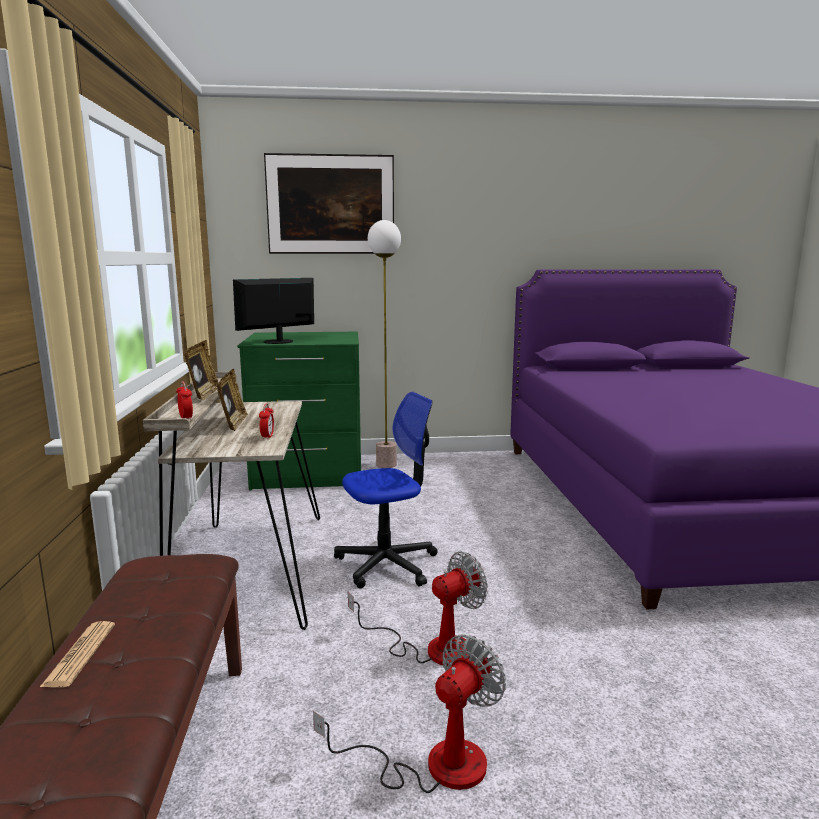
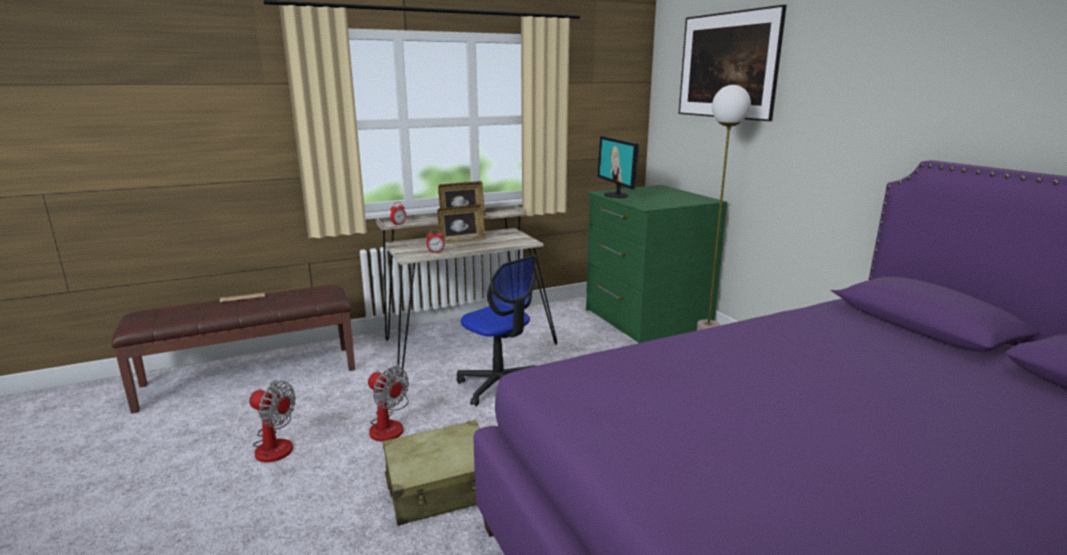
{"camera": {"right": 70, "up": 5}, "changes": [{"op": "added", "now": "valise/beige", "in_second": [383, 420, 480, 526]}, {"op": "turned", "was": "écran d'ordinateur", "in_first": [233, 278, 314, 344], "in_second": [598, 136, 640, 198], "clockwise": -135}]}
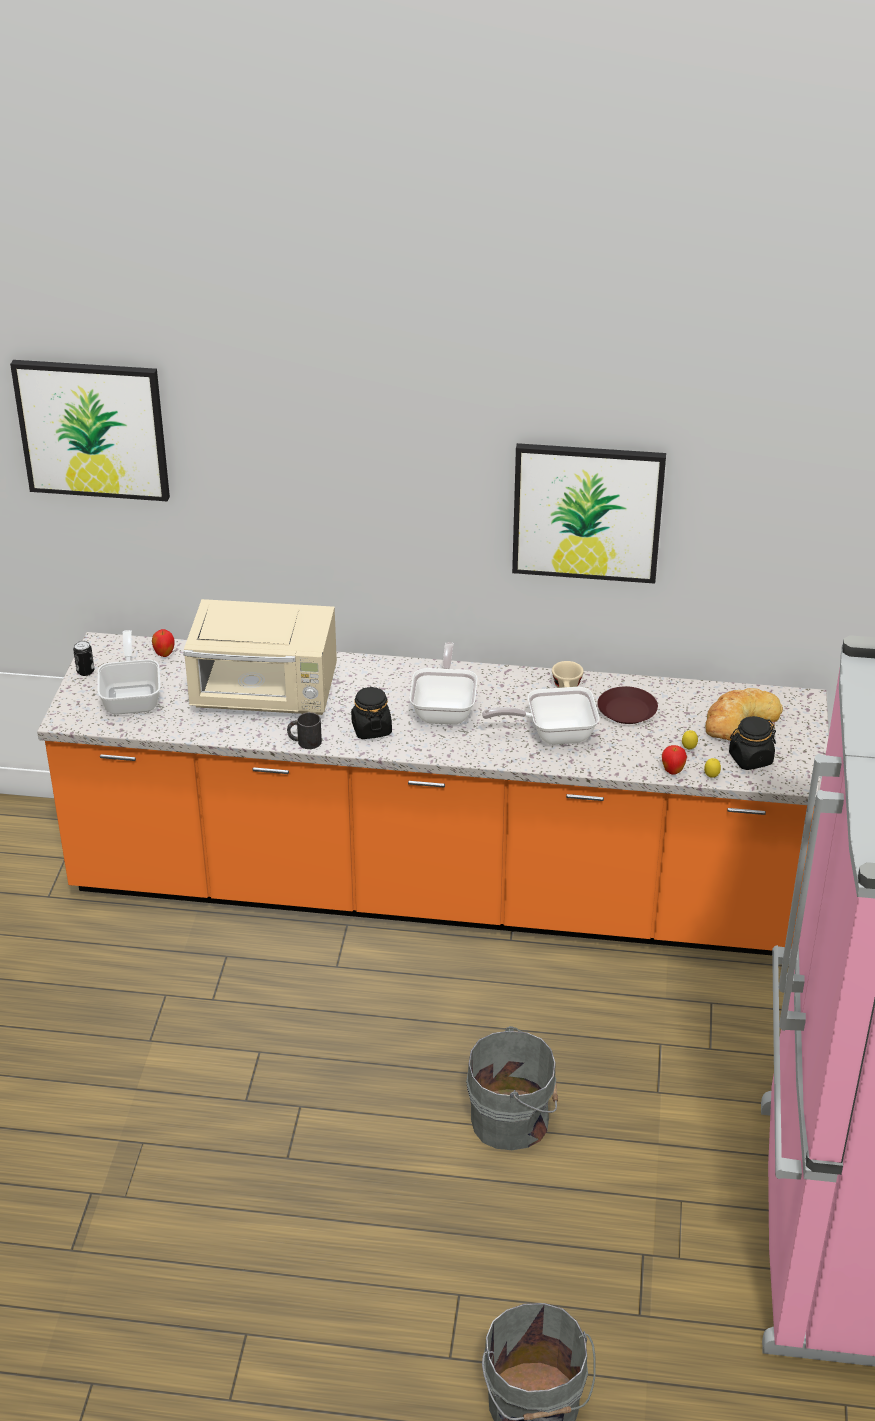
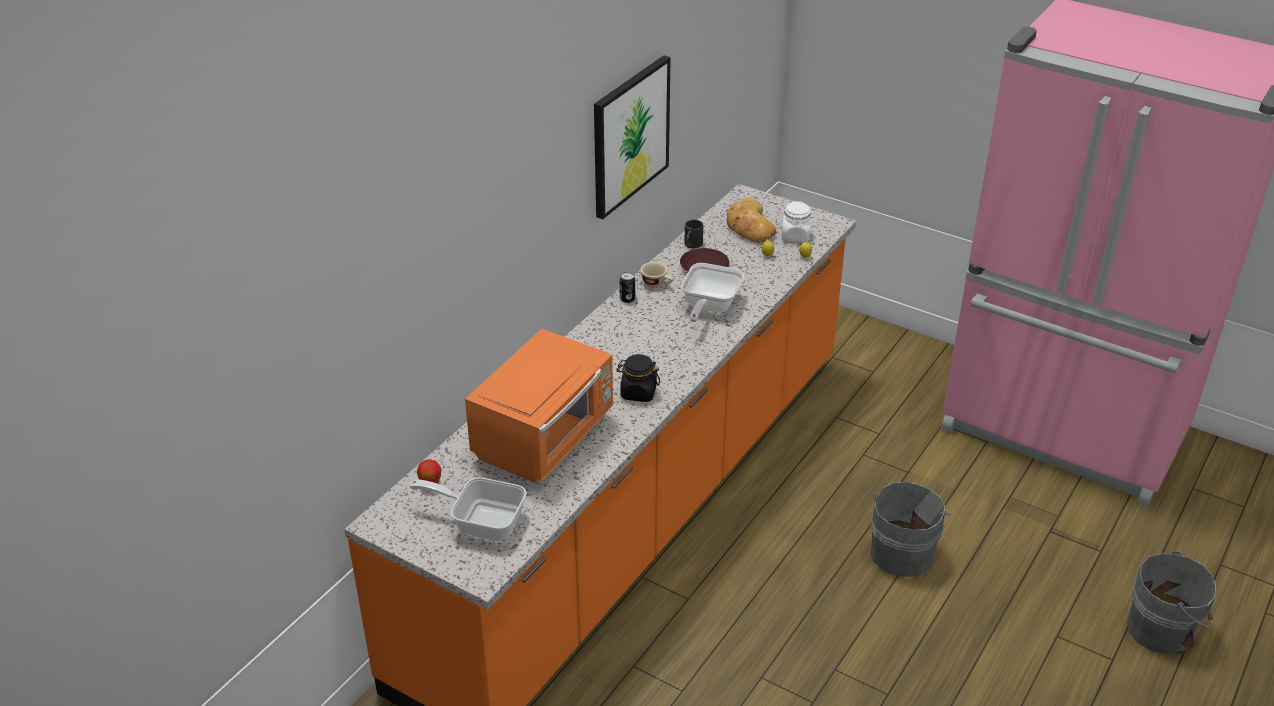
{"camera": {"right": -65, "up": 0}, "changes": [{"op": "recoloured", "was": "micro-ondes/beige", "now": "micro-ondes/orange", "in_first": [183, 599, 337, 715], "in_second": [465, 329, 613, 483]}, {"op": "moved", "was": "boîte métallique", "in_first": [73, 641, 94, 676], "in_second": [620, 272, 635, 303]}, {"op": "moved", "was": "mug/noir", "in_first": [287, 712, 322, 749], "in_second": [684, 220, 703, 248]}, {"op": "recoloured", "was": "bocal/noir", "now": "bocal/blanc", "in_first": [729, 716, 776, 770], "in_second": [782, 201, 811, 242]}, {"op": "removed", "was": "tableau", "in_first": [10, 360, 170, 501]}, {"op": "removed", "was": "poêle", "in_first": [410, 642, 478, 725]}, {"op": "removed", "was": "pomme", "in_first": [662, 745, 687, 775]}]}
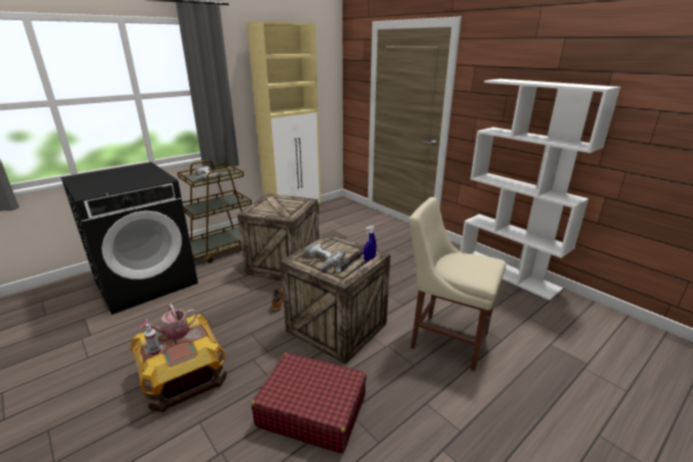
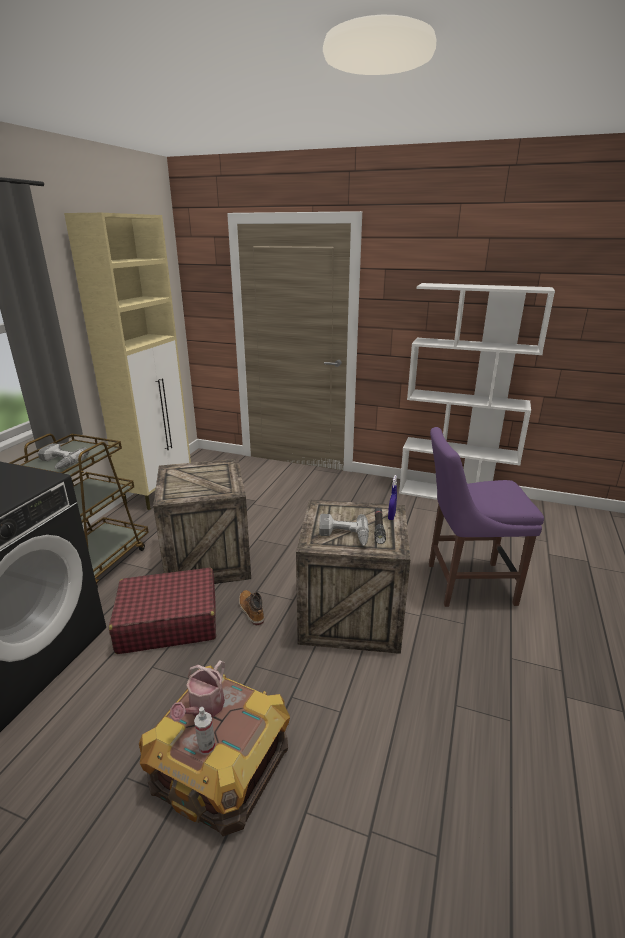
{"camera": {"right": -30, "up": 0}, "changes": [{"op": "moved", "was": "valise/rouge", "in_first": [251, 353, 367, 453], "in_second": [109, 568, 216, 654]}, {"op": "recoloured", "was": "chaise/beige", "now": "chaise/violet", "in_first": [409, 197, 506, 371], "in_second": [429, 427, 544, 607]}]}
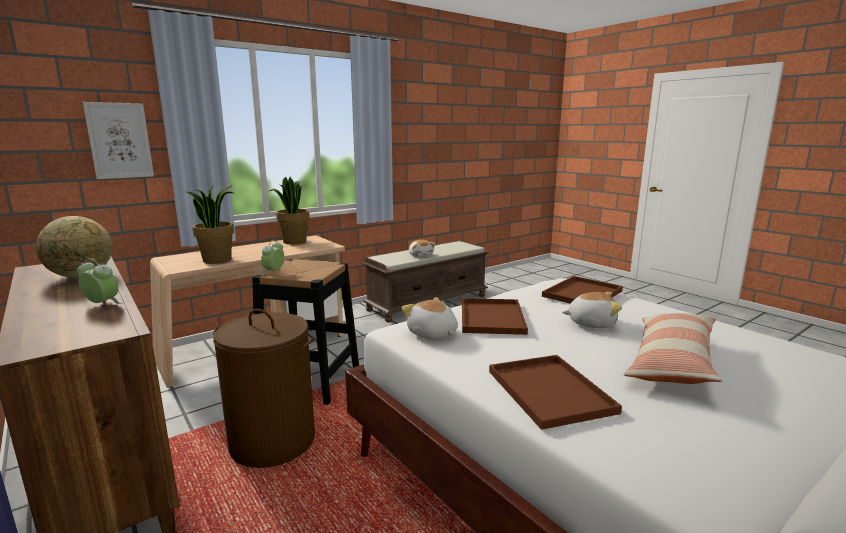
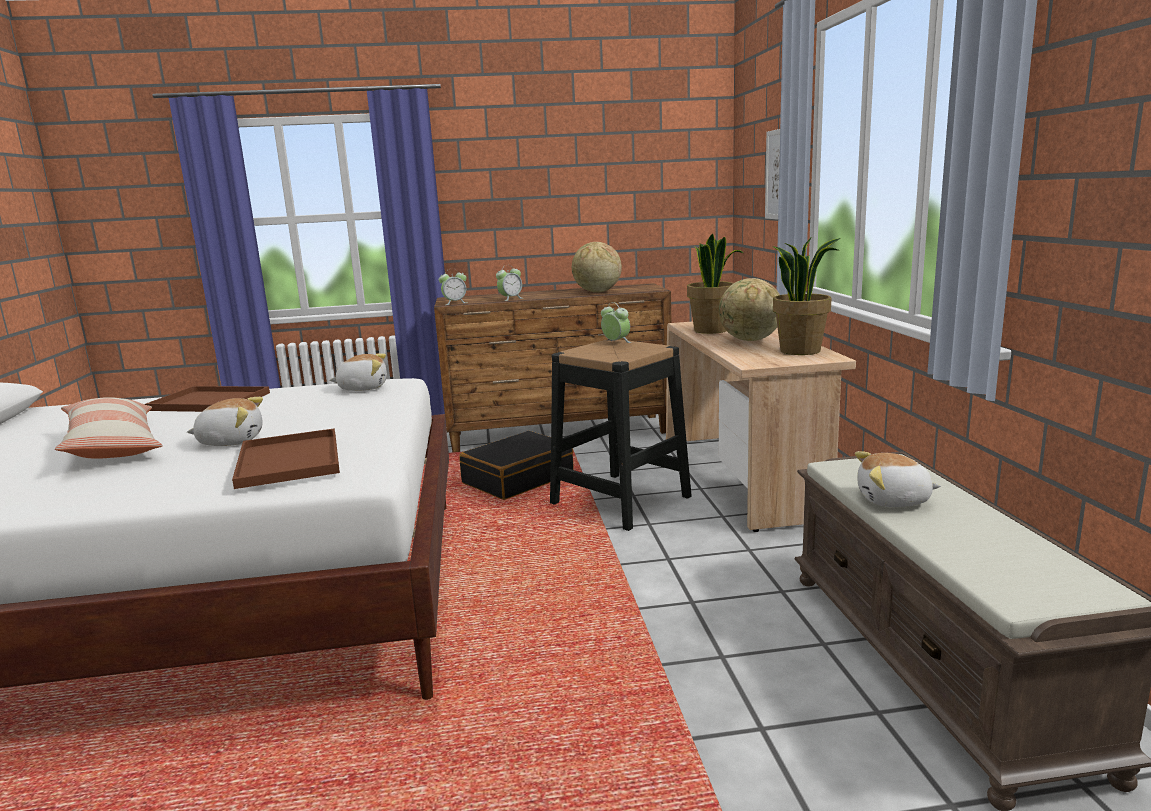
{"camera": {"right": 120, "up": 0}, "changes": [{"op": "turned", "was": "peluche", "in_first": [562, 292, 622, 328], "in_second": [187, 397, 263, 446], "clockwise": -135}, {"op": "added", "now": "réveil", "in_second": [439, 271, 466, 305]}, {"op": "replaced", "was": "panier à linge/marron", "now": "valise/noir", "in_first": [213, 309, 315, 468], "in_second": [460, 431, 574, 500]}, {"op": "added", "now": "globe", "in_second": [719, 278, 780, 341]}, {"op": "removed", "was": "plateau/marron", "in_first": [462, 298, 528, 335]}]}
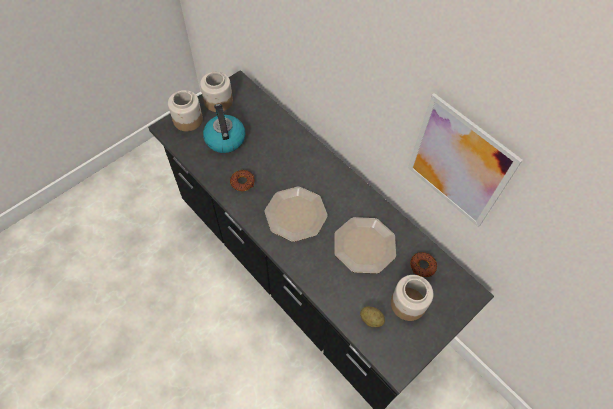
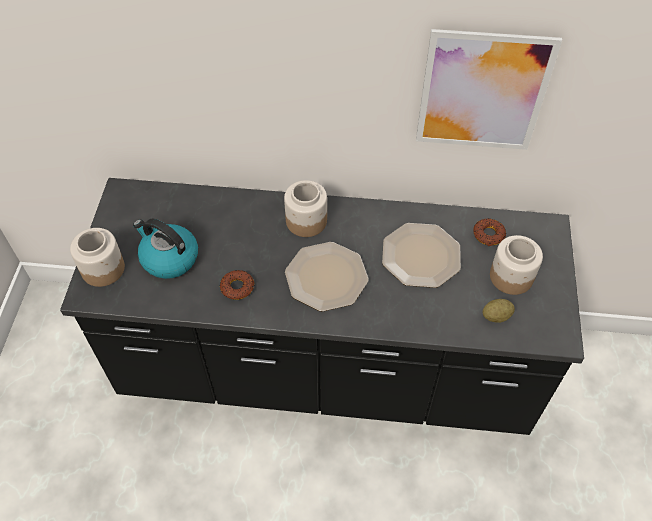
{"camera": {"right": -40, "up": -5}, "changes": [{"op": "moved", "was": "bocal", "in_first": [200, 72, 233, 112], "in_second": [284, 180, 327, 237]}]}
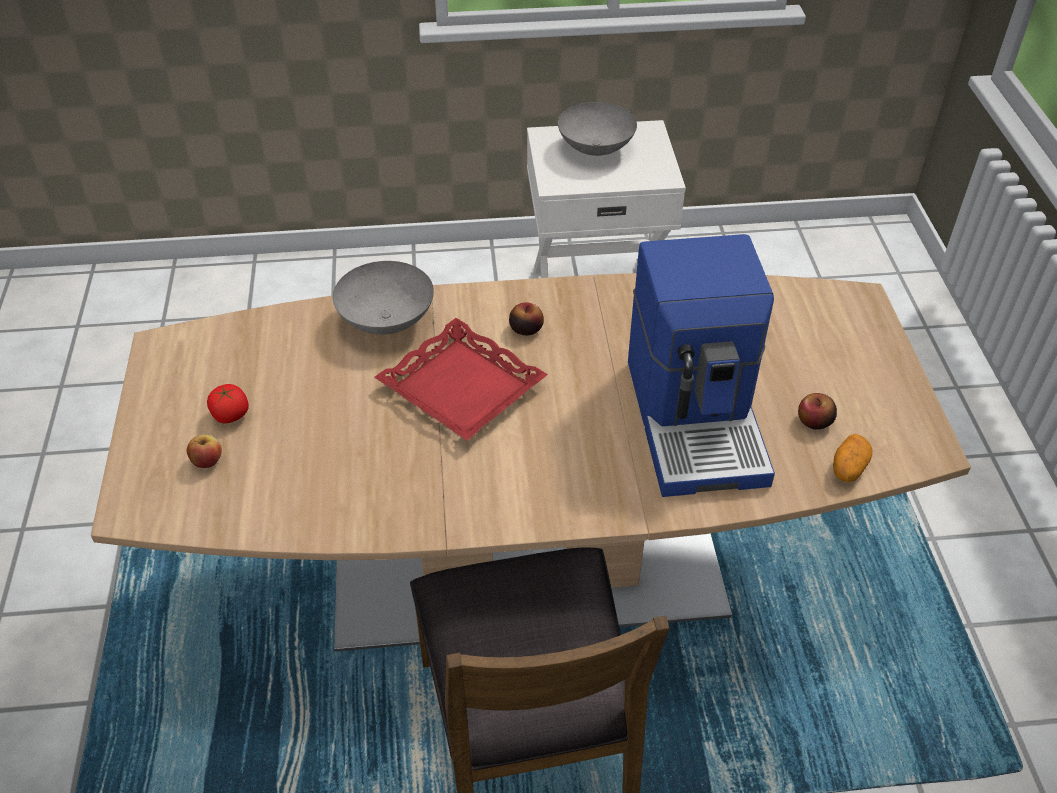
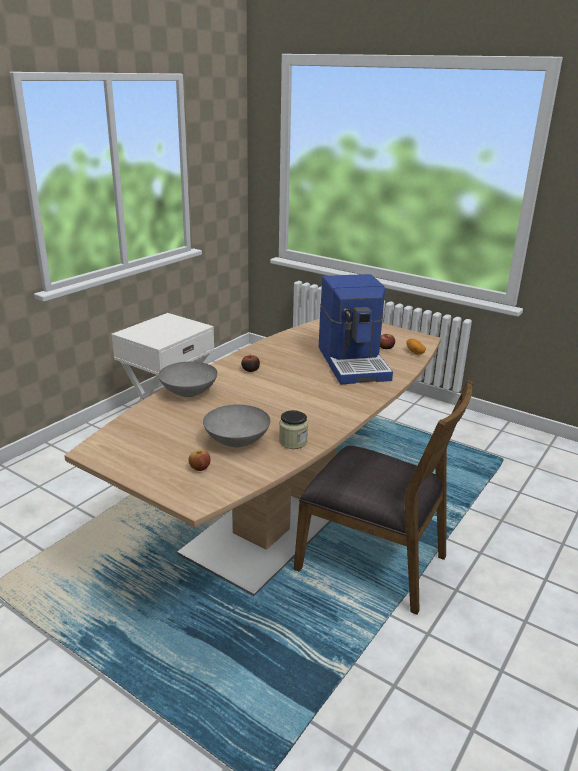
{"camera": {"right": -50, "up": -20}, "changes": [{"op": "moved", "was": "bol/gris", "in_first": [558, 102, 637, 156], "in_second": [203, 404, 270, 447]}, {"op": "added", "now": "bocal", "in_second": [279, 410, 308, 449]}, {"op": "turned", "was": "machine à café", "in_first": [628, 234, 775, 497], "in_second": [319, 274, 393, 384], "clockwise": 45}, {"op": "removed", "was": "tomate", "in_first": [207, 384, 249, 424]}, {"op": "removed", "was": "plateau/rouge", "in_first": [374, 318, 548, 441]}]}
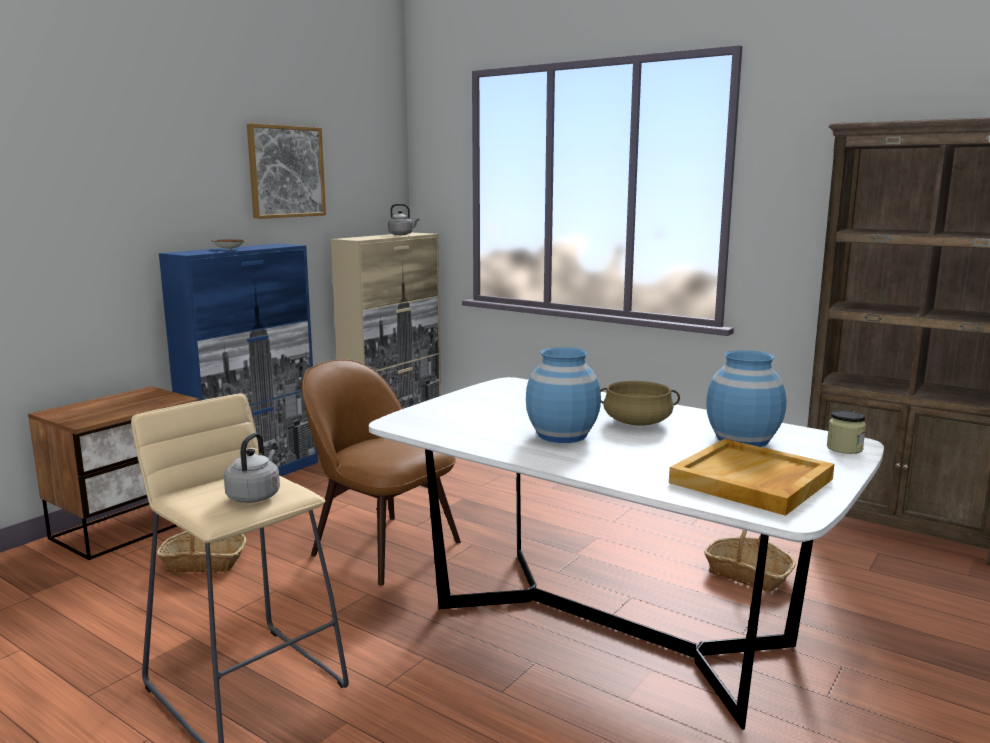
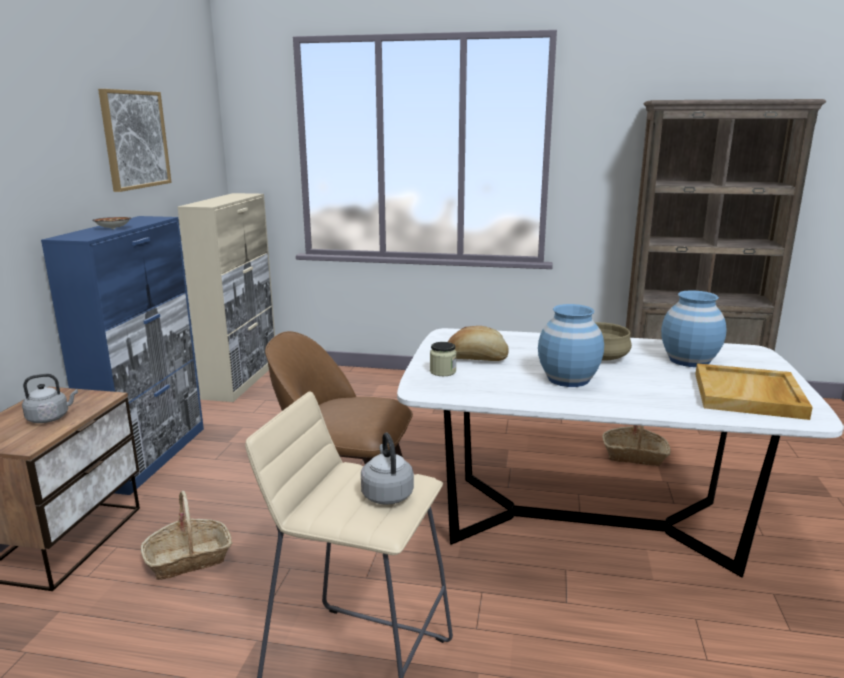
{"camera": {"right": -25, "up": 5}, "changes": [{"op": "moved", "was": "bouilloire/gris", "in_first": [388, 204, 420, 235], "in_second": [22, 374, 78, 423]}, {"op": "moved", "was": "bocal", "in_first": [827, 410, 866, 454], "in_second": [430, 342, 457, 376]}, {"op": "added", "now": "pain", "in_second": [448, 326, 509, 361]}]}
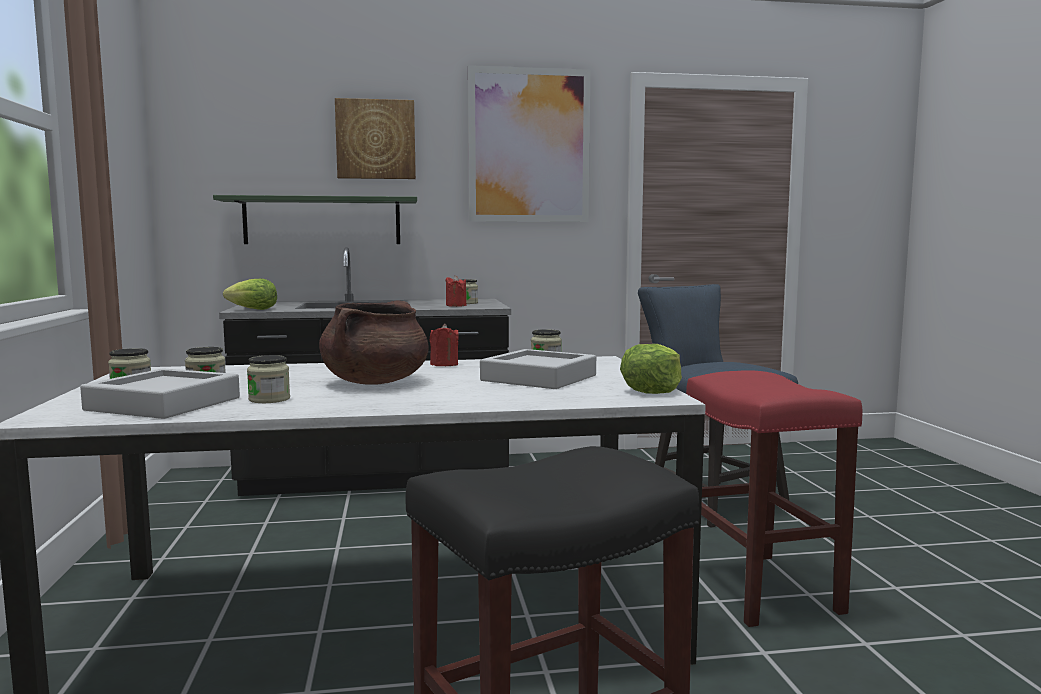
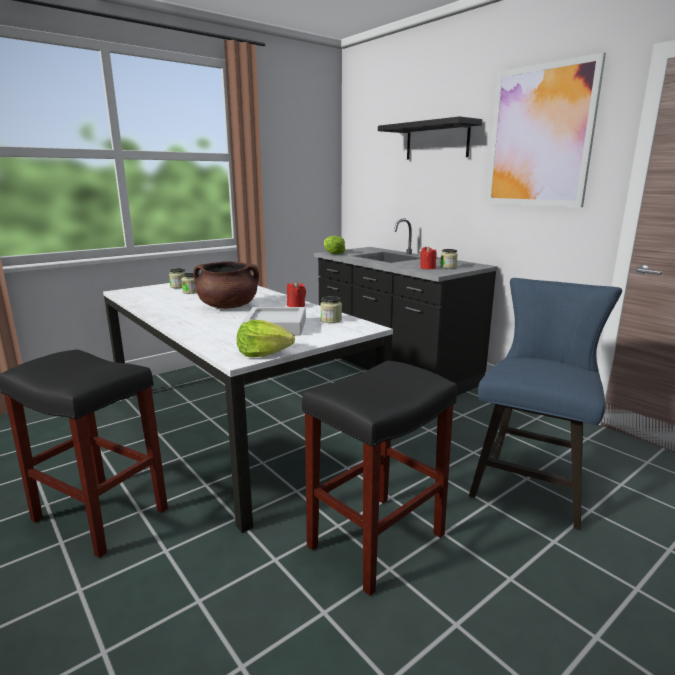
{"camera": {"right": 60, "up": 10}, "changes": [{"op": "recoloured", "was": "tabouret/rouge", "now": "tabouret/noir", "in_first": [686, 370, 863, 627], "in_second": [302, 361, 457, 596]}, {"op": "replaced", "was": "tableau", "now": "étagère/noir", "in_first": [335, 98, 416, 179], "in_second": [378, 116, 482, 160]}, {"op": "removed", "was": "plateau/gris", "in_first": [80, 368, 240, 419]}, {"op": "removed", "was": "étagère/vert", "in_first": [213, 195, 417, 244]}, {"op": "removed", "was": "bocal", "in_first": [247, 355, 290, 403]}]}
